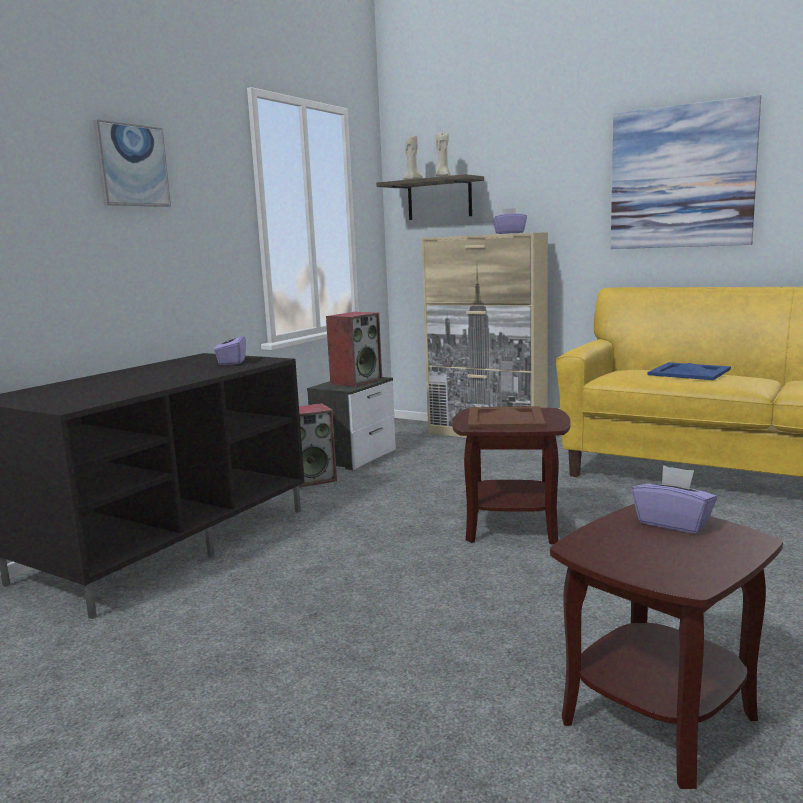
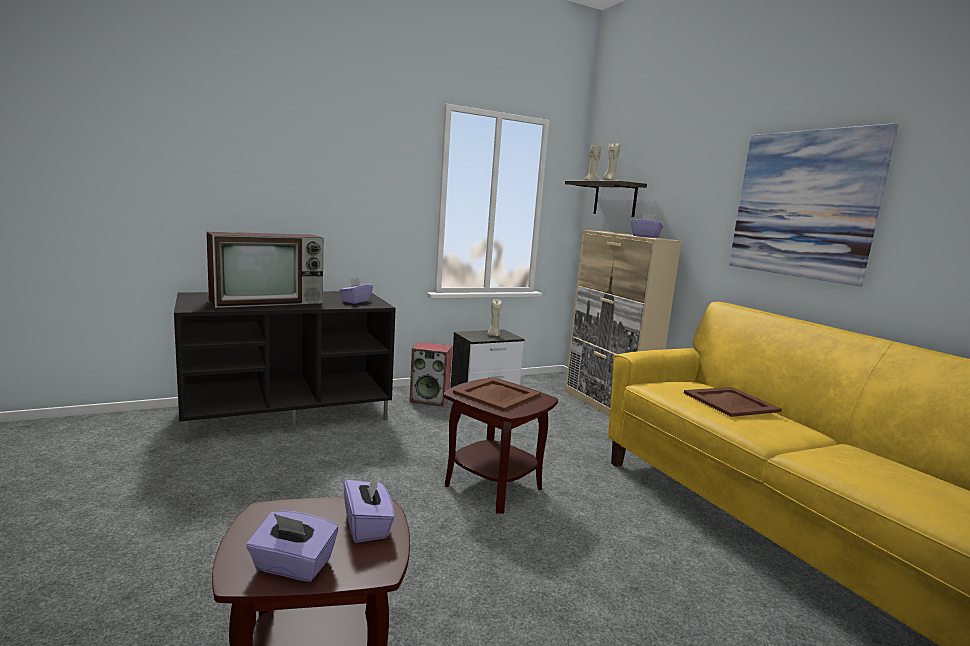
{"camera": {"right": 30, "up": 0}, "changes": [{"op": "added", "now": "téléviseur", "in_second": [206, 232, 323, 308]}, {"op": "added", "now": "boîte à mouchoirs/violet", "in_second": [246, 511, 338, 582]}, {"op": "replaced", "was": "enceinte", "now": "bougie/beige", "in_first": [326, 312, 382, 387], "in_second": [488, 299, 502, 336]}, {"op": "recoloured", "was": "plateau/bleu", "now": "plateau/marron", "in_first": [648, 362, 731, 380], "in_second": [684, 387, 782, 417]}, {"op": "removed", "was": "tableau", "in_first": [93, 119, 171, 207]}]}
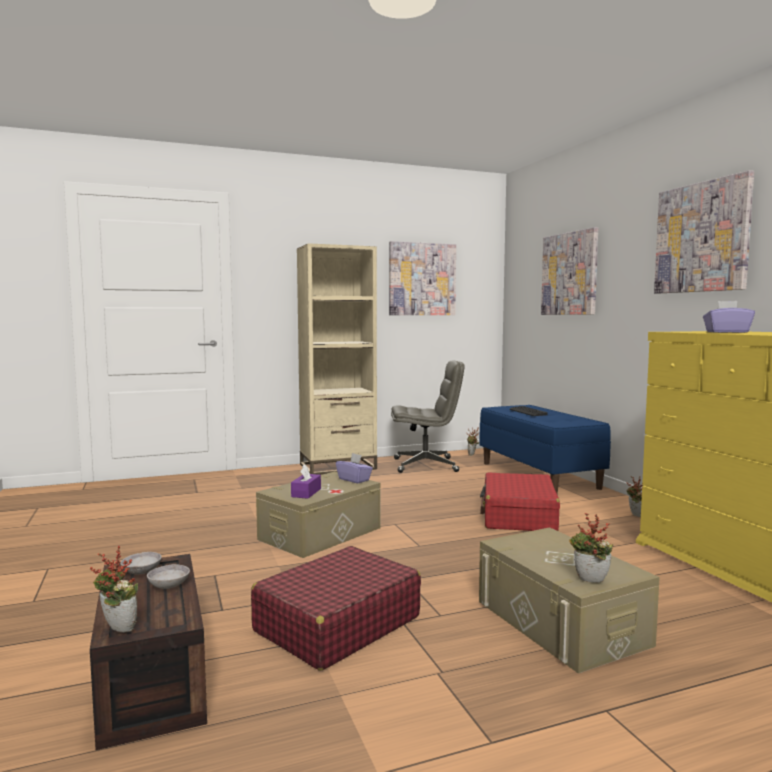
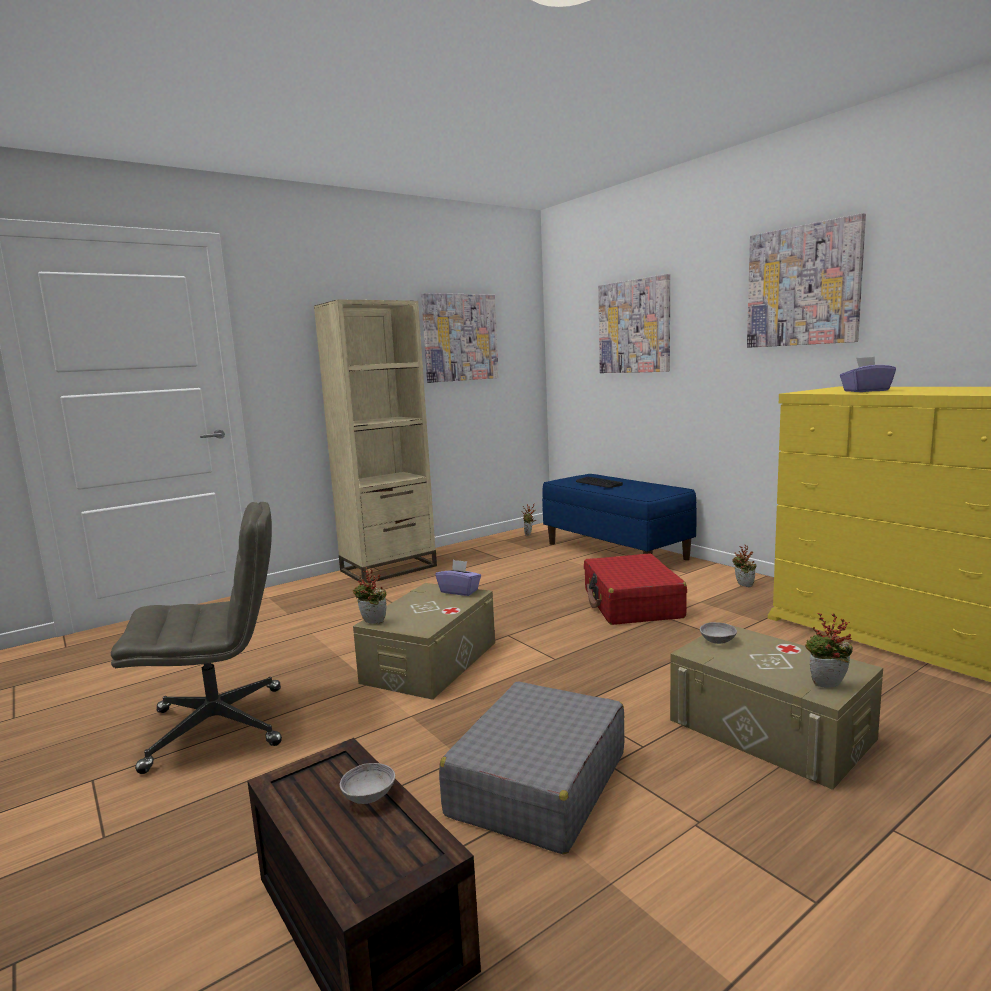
{"camera": {"right": -15, "up": 5}, "changes": [{"op": "moved", "was": "chaise de bureau/gris", "in_first": [391, 361, 465, 473], "in_second": [111, 502, 282, 774]}, {"op": "moved", "was": "plante en pot", "in_first": [89, 546, 138, 632], "in_second": [353, 567, 386, 624]}, {"op": "recoloured", "was": "valise/rouge", "now": "valise/gris", "in_first": [251, 546, 421, 671], "in_second": [439, 681, 624, 855]}, {"op": "moved", "was": "bol/gris", "in_first": [120, 552, 162, 575], "in_second": [700, 622, 737, 644]}, {"op": "removed", "was": "boîte à mouchoirs/violet", "in_first": [291, 464, 321, 499]}]}
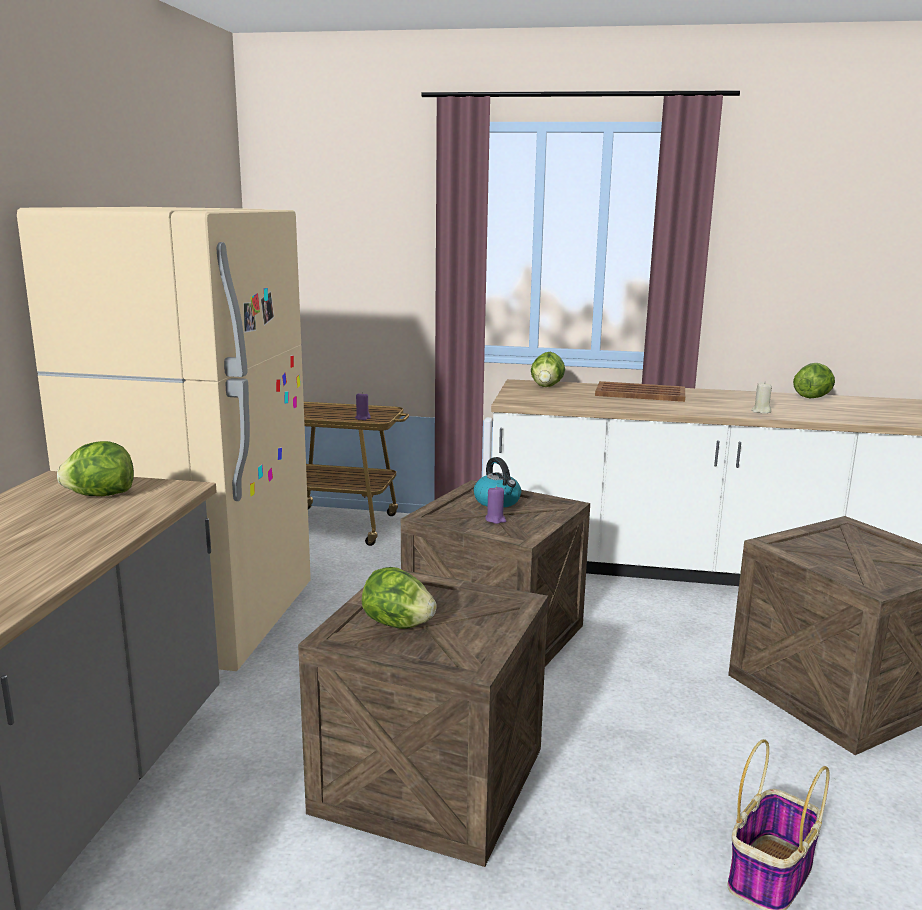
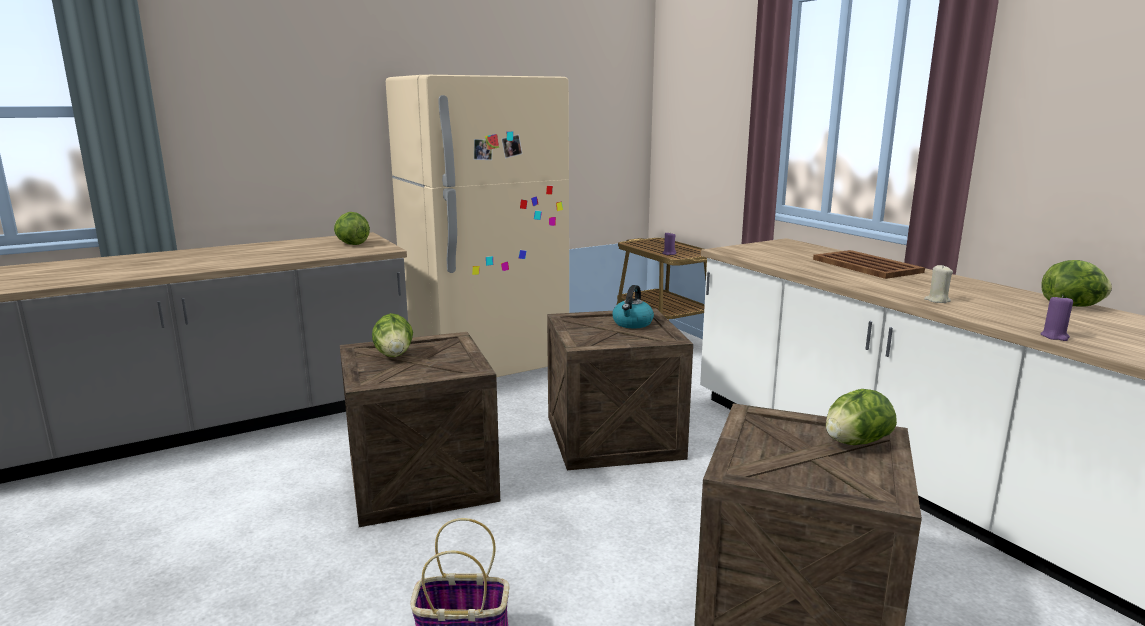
{"camera": {"right": 50, "up": 0}, "changes": [{"op": "moved", "was": "laitue", "in_first": [531, 352, 565, 387], "in_second": [826, 389, 897, 445]}, {"op": "moved", "was": "bougie/violet", "in_first": [485, 486, 506, 524], "in_second": [1040, 295, 1073, 341]}]}
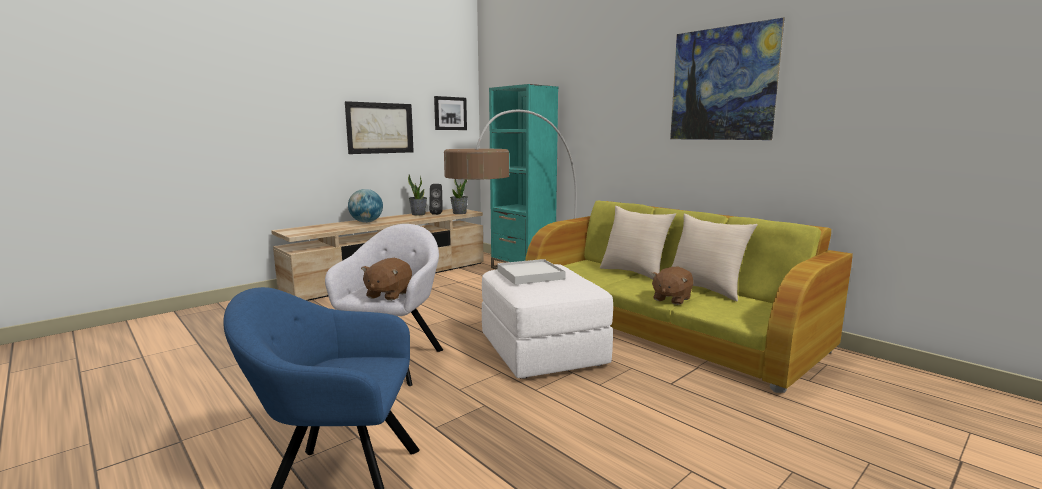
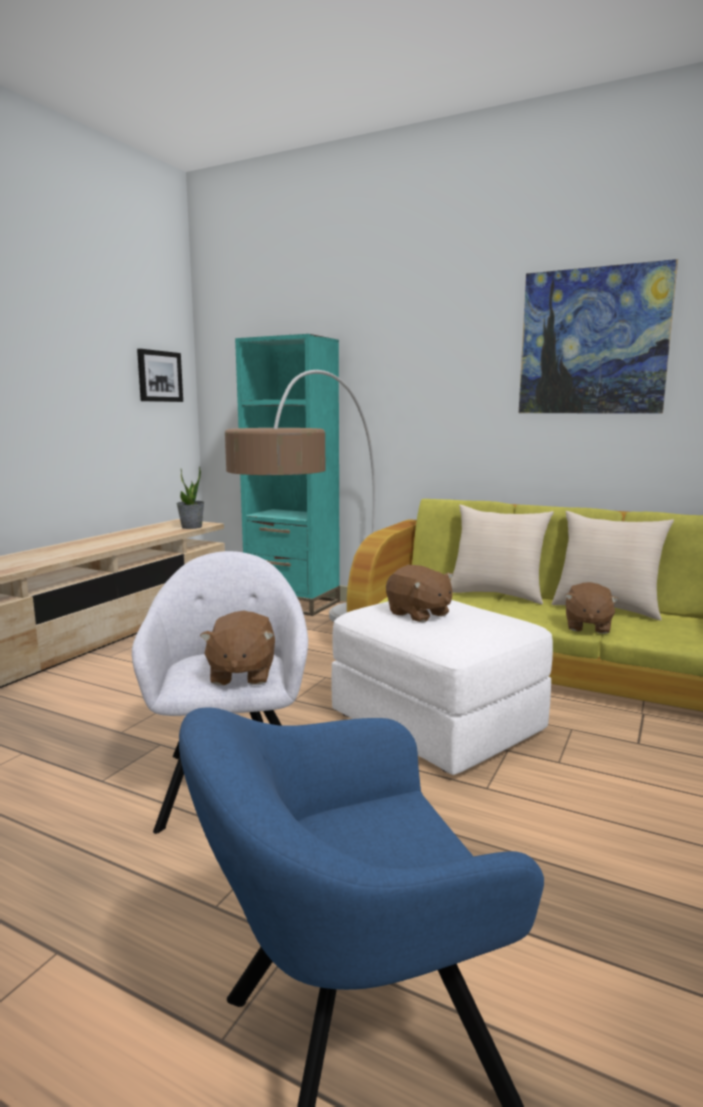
{"camera": {"right": -20, "up": 0}, "changes": [{"op": "replaced", "was": "plateau/blanc", "now": "peluche/marron", "in_first": [497, 259, 566, 285], "in_second": [386, 565, 453, 622]}, {"op": "removed", "was": "tableau", "in_first": [345, 101, 414, 154]}, {"op": "removed", "was": "globe", "in_first": [348, 189, 383, 223]}, {"op": "removed", "was": "plante en pot", "in_first": [408, 175, 427, 215]}, {"op": "removed", "was": "enceinte/noir", "in_first": [429, 184, 443, 215]}]}
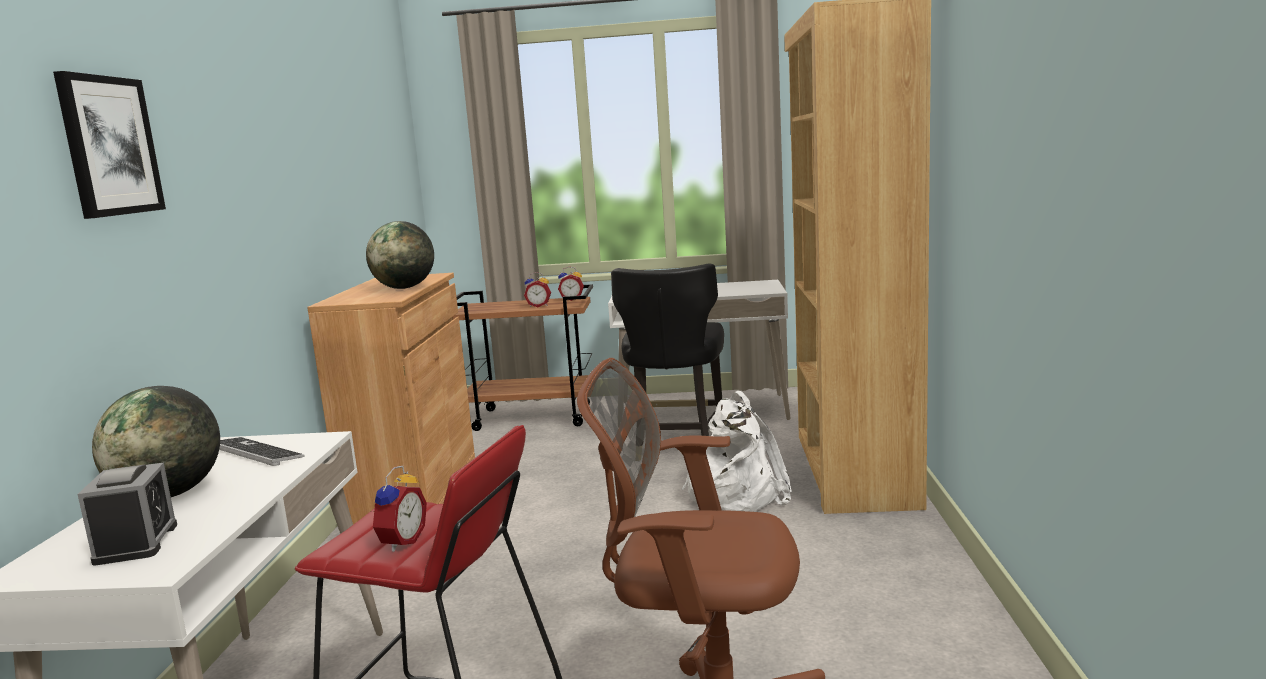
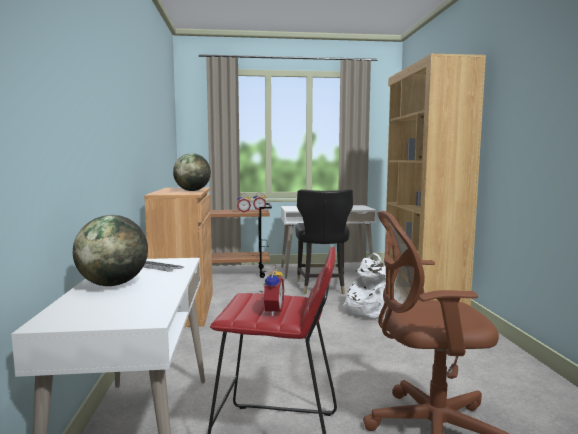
{"camera": {"right": -10, "up": -5}, "changes": [{"op": "removed", "was": "tableau", "in_first": [53, 71, 166, 219]}, {"op": "removed", "was": "réveil", "in_first": [77, 463, 177, 566]}]}
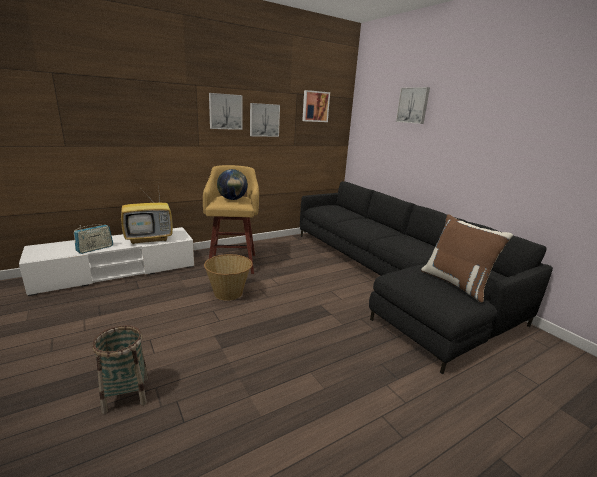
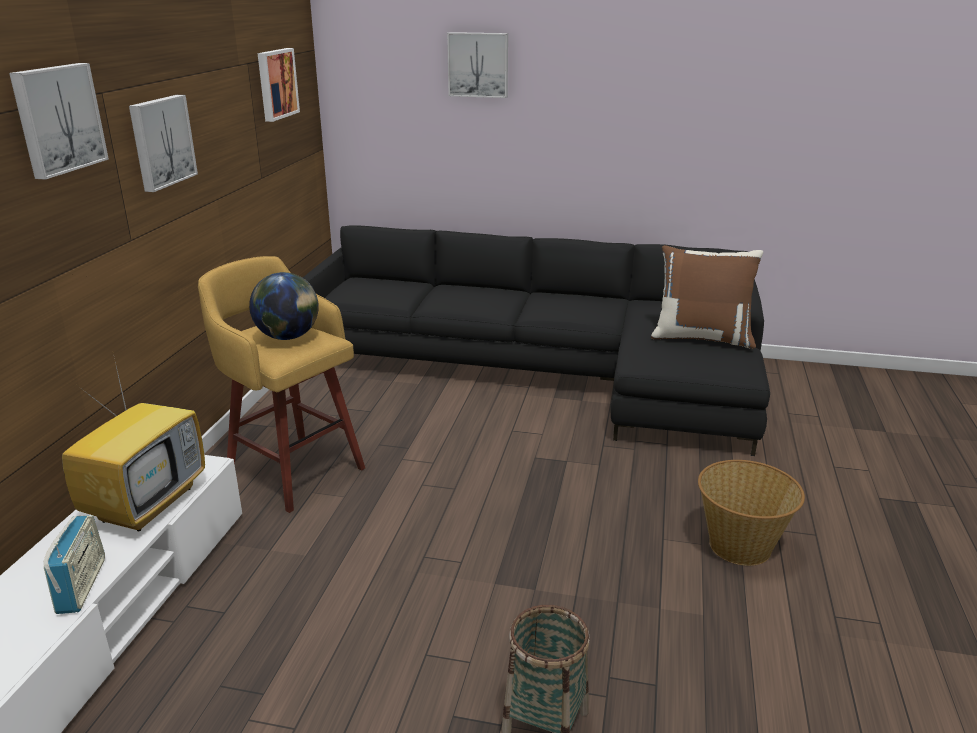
{"camera": {"right": -45, "up": 5}, "changes": [{"op": "moved", "was": "tableau", "in_first": [250, 103, 280, 137], "in_second": [9, 63, 109, 180]}, {"op": "moved", "was": "panier", "in_first": [204, 254, 253, 301], "in_second": [698, 460, 805, 566]}]}
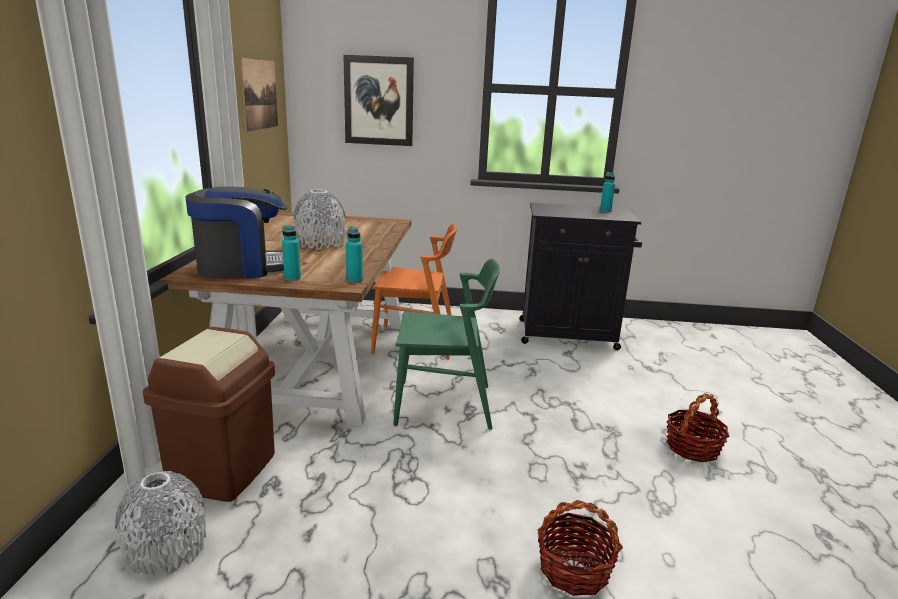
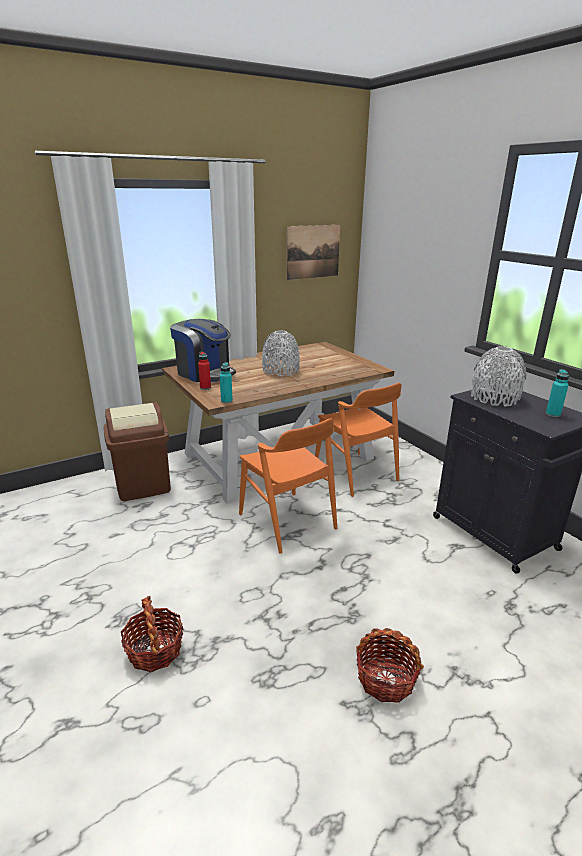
{"camera": {"right": 55, "up": 5}, "changes": [{"op": "recoloured", "was": "bouteille/turquoise", "now": "bouteille/rouge", "in_first": [282, 225, 301, 281], "in_second": [198, 352, 211, 390]}, {"op": "recoloured", "was": "chaise/vert", "now": "chaise/orange", "in_first": [393, 259, 500, 430], "in_second": [239, 419, 337, 554]}, {"op": "moved", "was": "vase/gris", "in_first": [115, 471, 206, 577], "in_second": [471, 346, 527, 407]}, {"op": "removed", "was": "tableau", "in_first": [343, 55, 414, 146]}]}
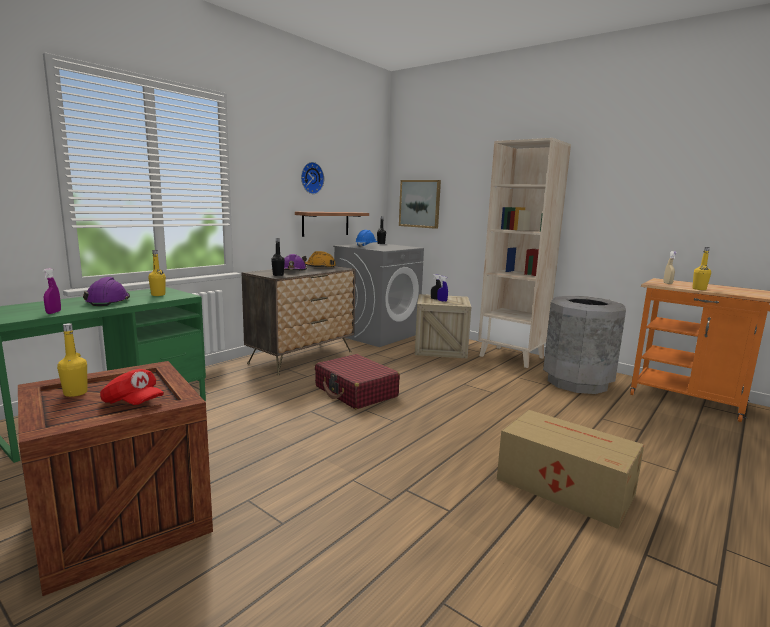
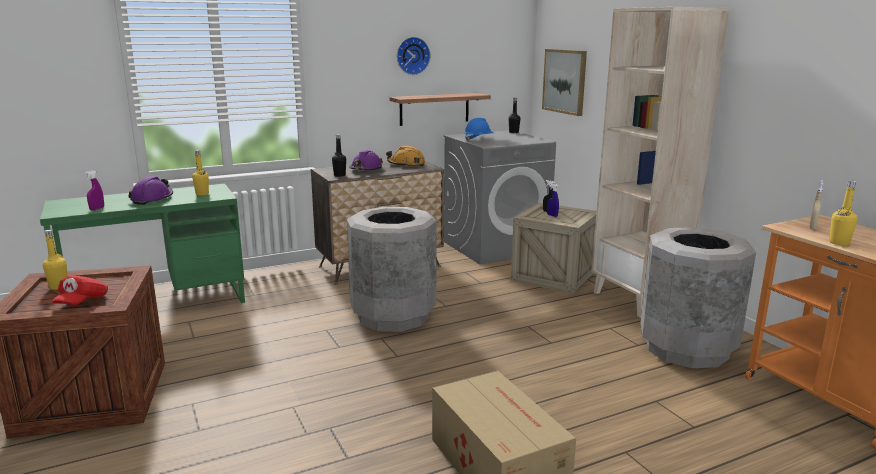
{"camera": {"right": 25, "up": 5}, "changes": [{"op": "turned", "was": "casquette/rouge", "in_first": [100, 369, 164, 405], "in_second": [52, 276, 108, 305], "clockwise": 45}, {"op": "replaced", "was": "valise/rouge", "now": "poubelle/gris", "in_first": [315, 354, 400, 409], "in_second": [347, 207, 437, 332]}]}
